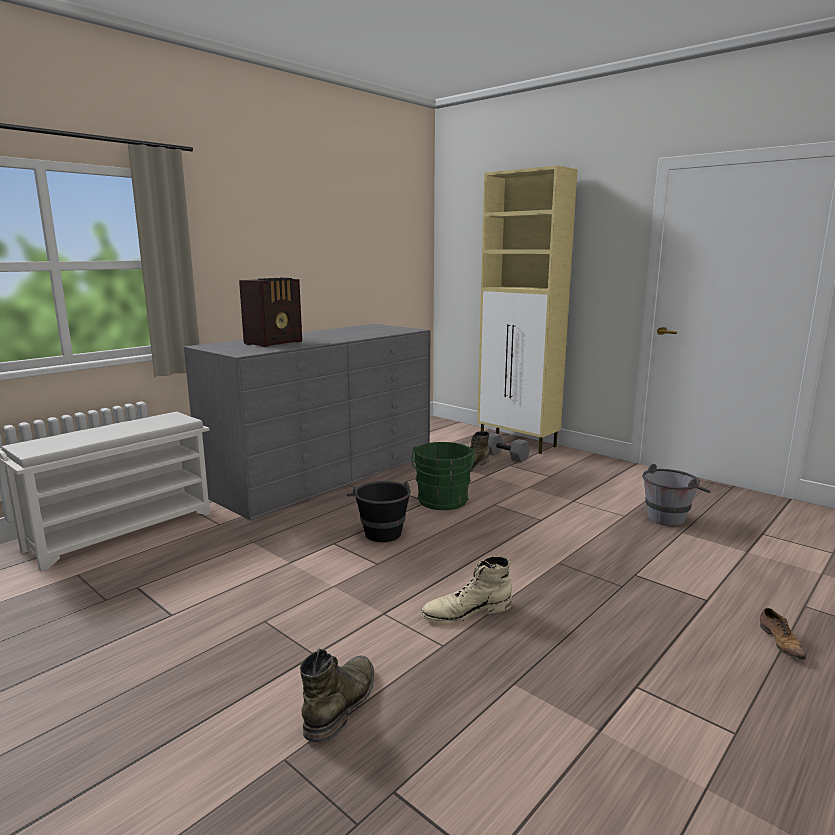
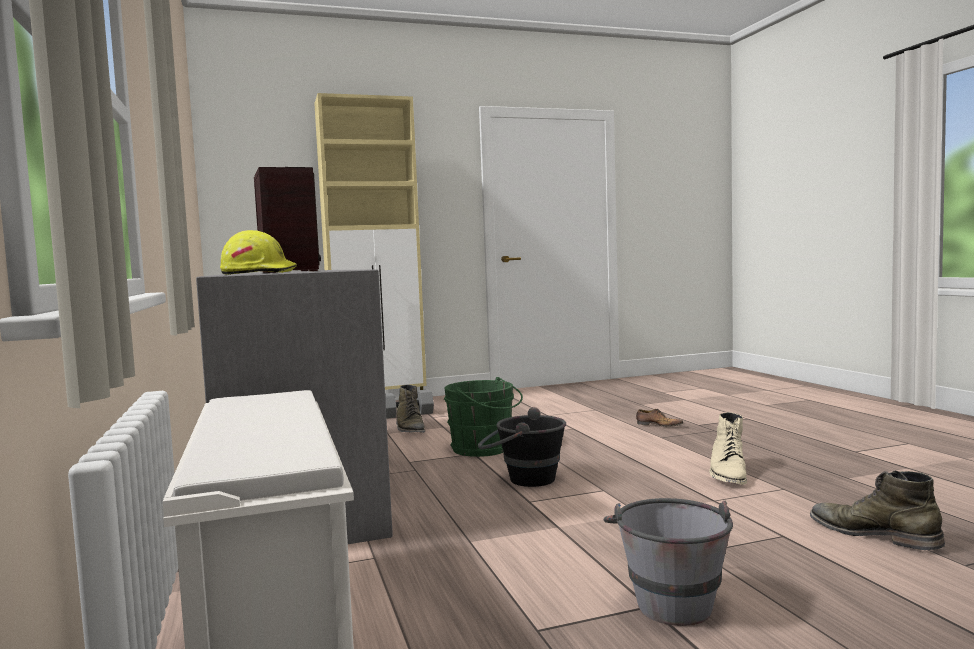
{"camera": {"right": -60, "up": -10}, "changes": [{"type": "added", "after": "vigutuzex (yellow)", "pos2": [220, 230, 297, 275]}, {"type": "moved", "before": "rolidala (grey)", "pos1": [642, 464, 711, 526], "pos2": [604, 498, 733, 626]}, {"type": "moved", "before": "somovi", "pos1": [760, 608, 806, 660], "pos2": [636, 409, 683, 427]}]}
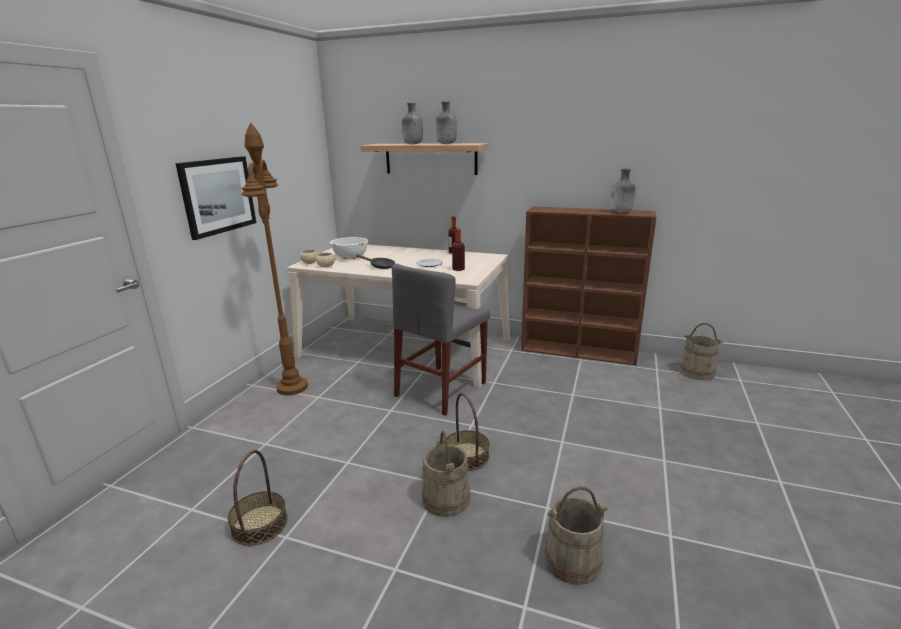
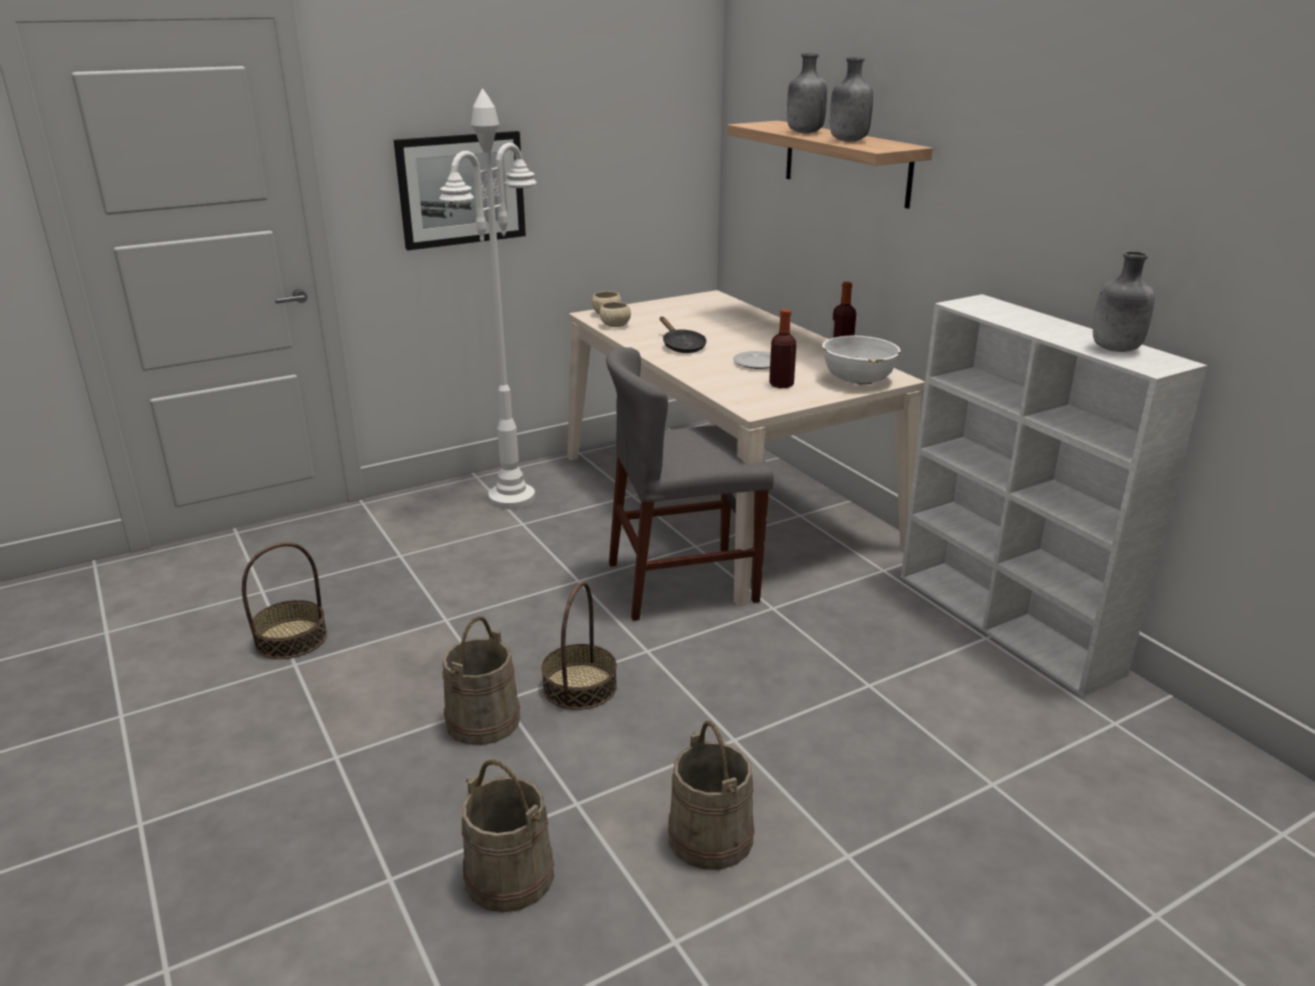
{"camera": {"right": 40, "up": 5}, "changes": [{"type": "moved", "before": "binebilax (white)", "pos1": [330, 237, 368, 259], "pos2": [822, 336, 901, 385]}, {"type": "moved", "before": "rolidala (beige)", "pos1": [679, 323, 723, 380], "pos2": [668, 721, 755, 870]}, {"type": "recoloured", "before": "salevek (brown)", "after": "salevek (white)", "pos1": [242, 122, 308, 395], "pos2": [439, 88, 536, 509]}, {"type": "recoloured", "before": "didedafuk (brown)", "after": "didedafuk (white)", "pos1": [521, 207, 656, 365], "pos2": [901, 294, 1208, 697]}]}
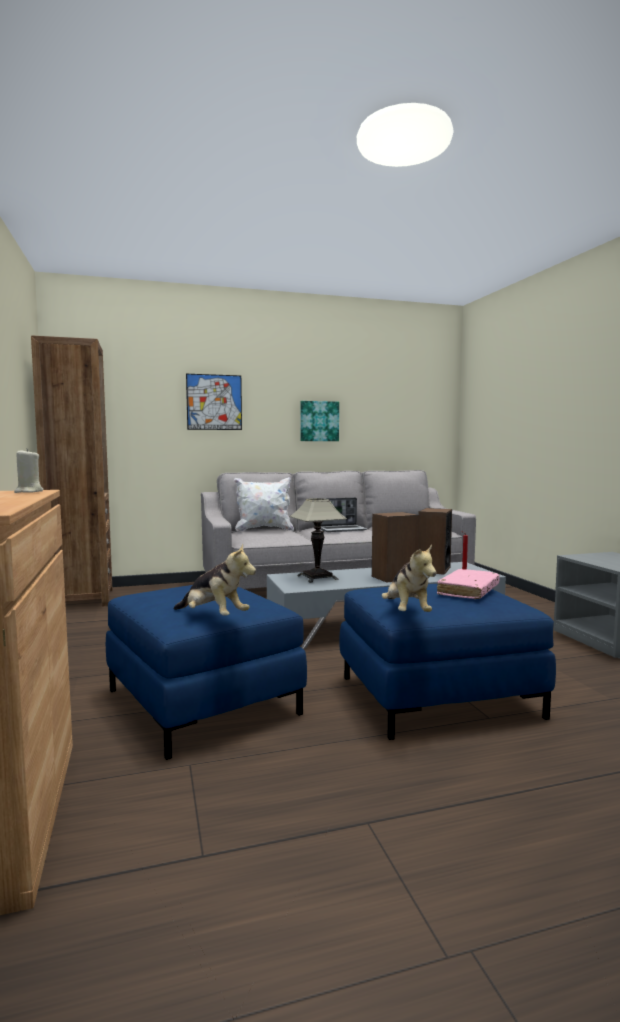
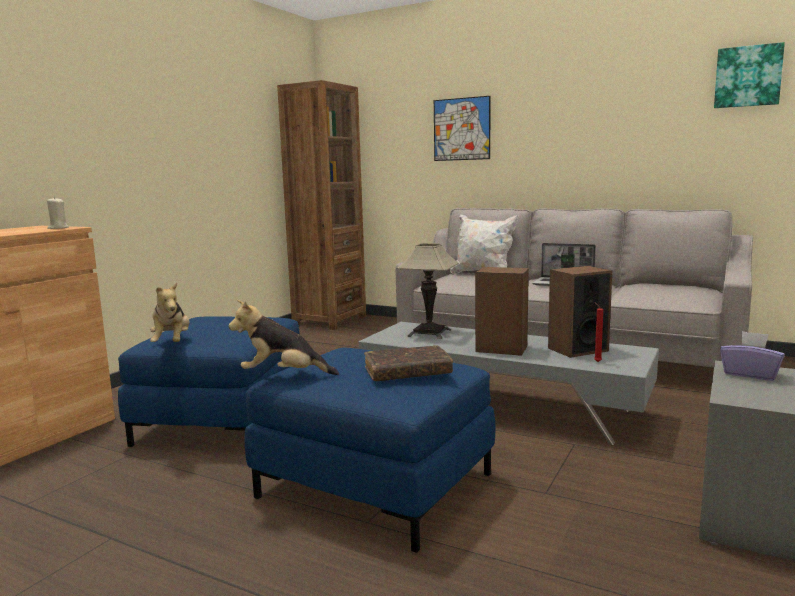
{"camera": {"right": 45, "up": 5}, "changes": [{"type": "added", "after": "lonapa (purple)", "pos2": [720, 331, 785, 381]}, {"type": "moved", "before": "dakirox", "pos1": [300, 401, 339, 441], "pos2": [714, 42, 785, 108]}, {"type": "recoloured", "before": "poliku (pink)", "after": "poliku (brown)", "pos1": [437, 569, 500, 599], "pos2": [364, 345, 453, 381]}, {"type": "turned", "before": "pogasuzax", "pos1": [382, 544, 437, 612], "pos2": [229, 300, 339, 375], "turn": 60}]}
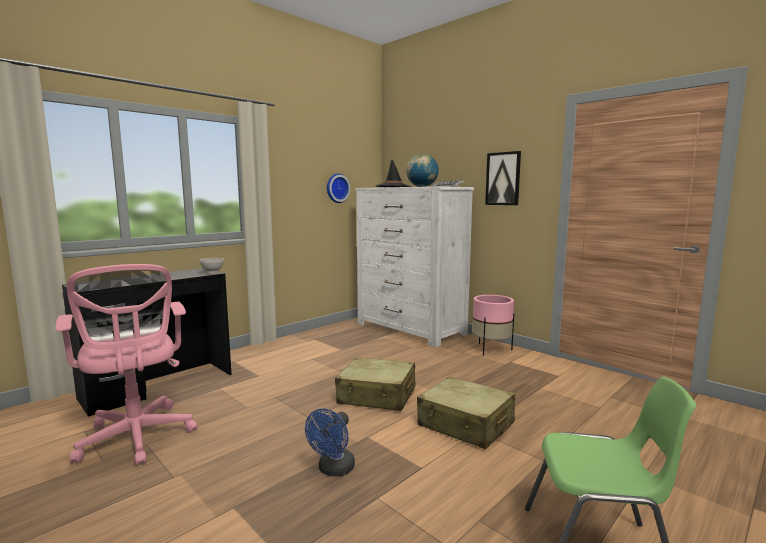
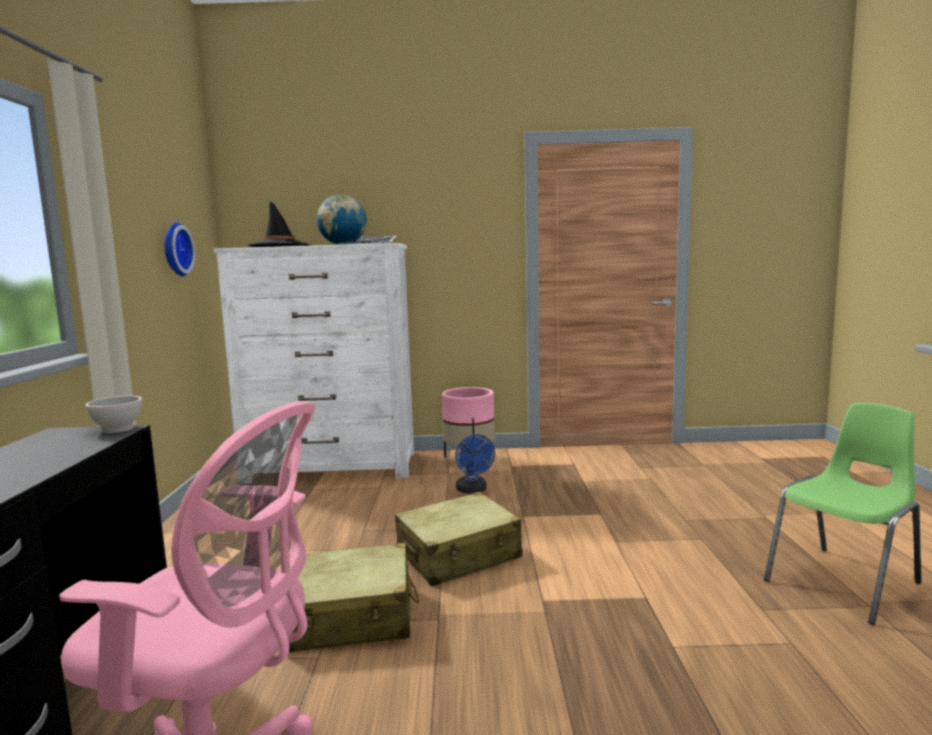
{"camera": {"right": -45, "up": 0}, "changes": [{"type": "removed", "before": "dakirox", "pos1": [485, 151, 521, 205]}, {"type": "moved", "before": "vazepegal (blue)", "pos1": [305, 408, 355, 477], "pos2": [455, 434, 495, 493]}, {"type": "moved", "before": "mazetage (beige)", "pos1": [417, 376, 515, 449], "pos2": [289, 543, 419, 652]}]}
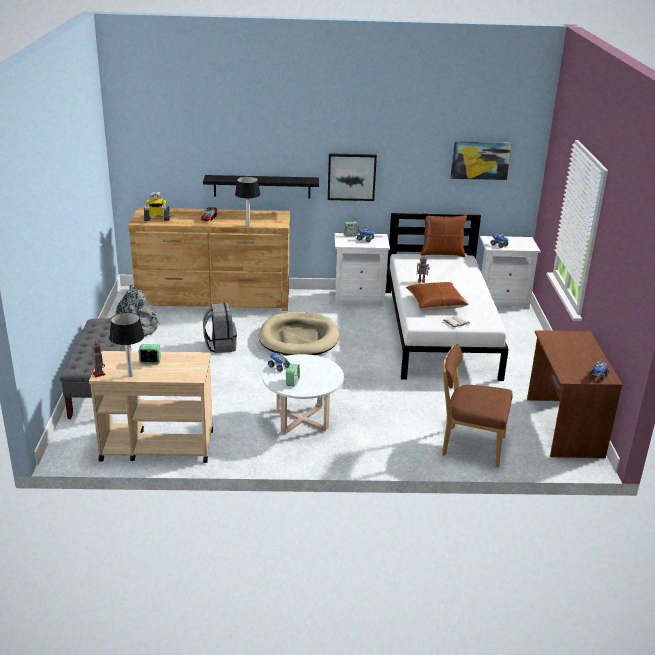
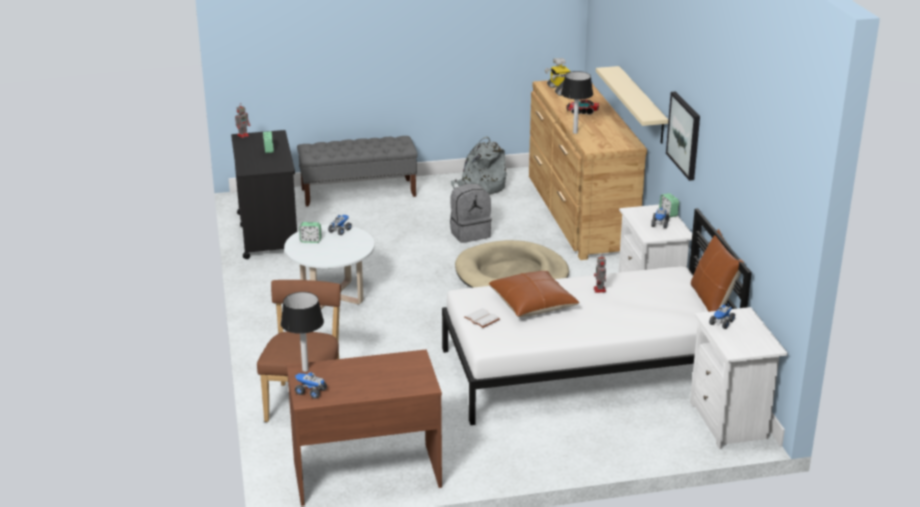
{"camera": {"right": 80, "up": 0}, "changes": [{"type": "removed", "before": "dakirox", "pos1": [450, 141, 512, 180]}, {"type": "moved", "before": "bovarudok", "pos1": [109, 312, 145, 377], "pos2": [281, 292, 324, 372]}, {"type": "recoloured", "before": "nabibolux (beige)", "after": "nabibolux (black)", "pos1": [89, 351, 213, 463], "pos2": [231, 130, 297, 259]}, {"type": "recoloured", "before": "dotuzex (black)", "after": "dotuzex (beige)", "pos1": [203, 175, 319, 199], "pos2": [596, 66, 668, 144]}]}
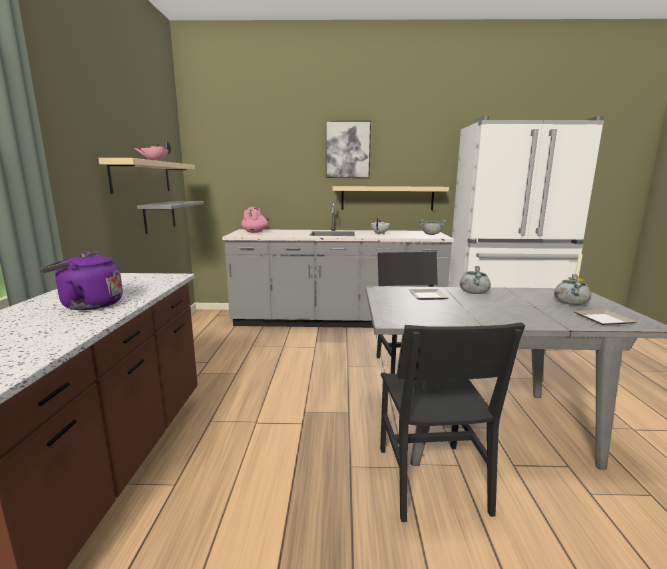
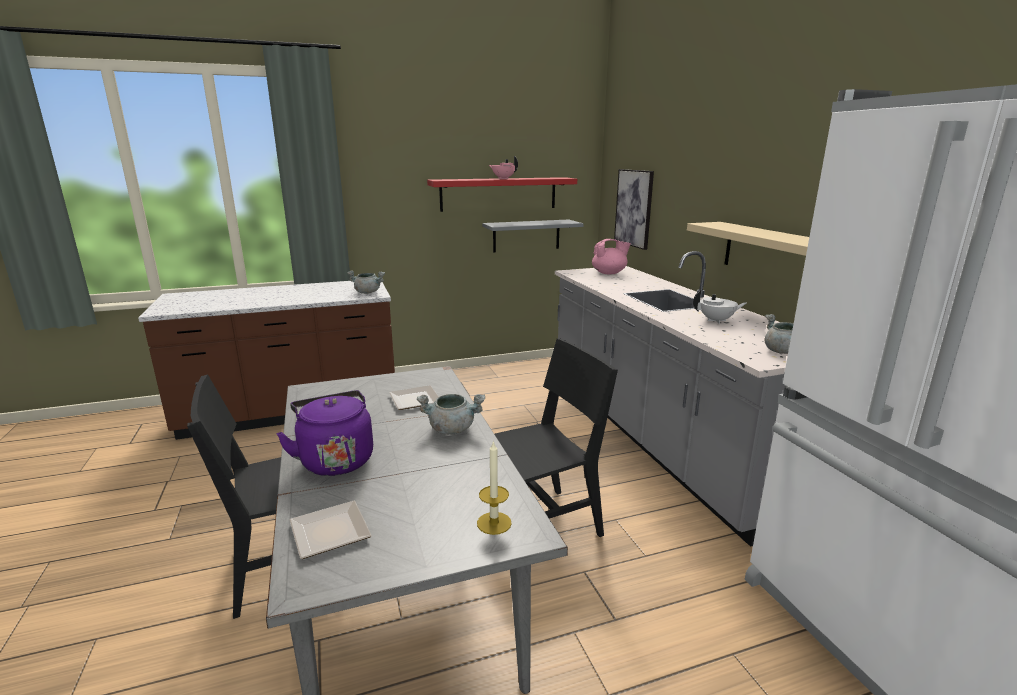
{"camera": {"right": 70, "up": 5}, "changes": [{"type": "moved", "before": "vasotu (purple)", "pos1": [40, 252, 123, 310], "pos2": [276, 390, 373, 476]}, {"type": "moved", "before": "dakirox", "pos1": [326, 120, 371, 178], "pos2": [614, 169, 654, 250]}, {"type": "moved", "before": "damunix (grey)", "pos1": [554, 274, 591, 305], "pos2": [347, 271, 385, 294]}, {"type": "recoloured", "before": "dotuzex (beige)", "after": "dotuzex (red)", "pos1": [98, 158, 195, 194], "pos2": [427, 177, 577, 212]}]}
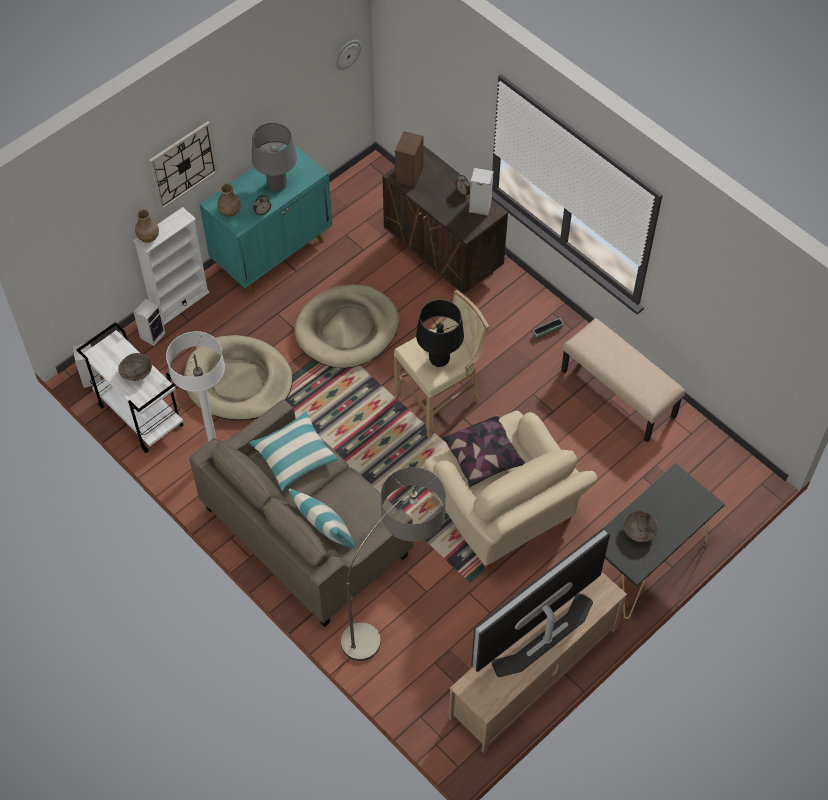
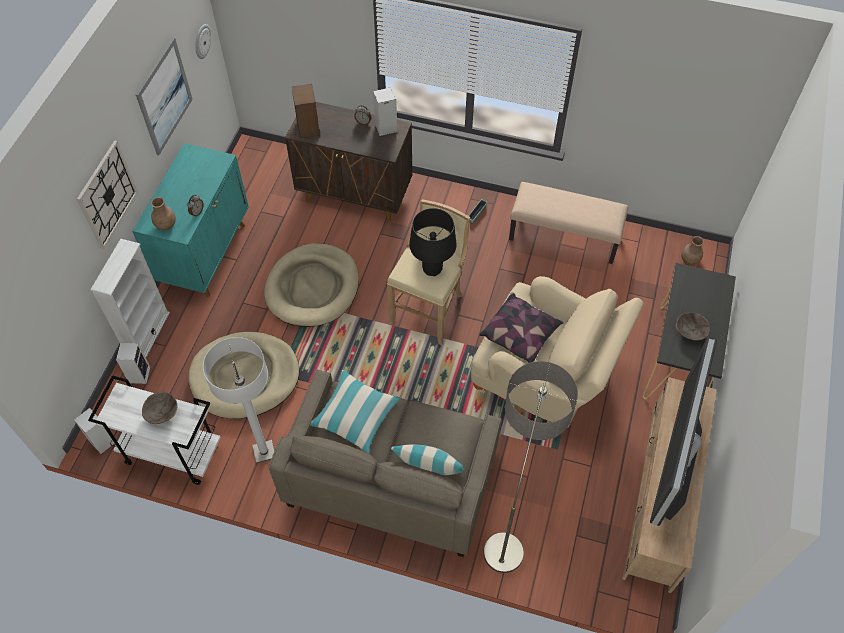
{"camera": {"right": -30, "up": 0}, "changes": [{"type": "removed", "before": "bovarudok (grey)", "pos1": [252, 123, 297, 191]}, {"type": "added", "after": "dakirox", "pos2": [136, 37, 193, 155]}, {"type": "moved", "before": "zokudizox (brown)", "pos1": [135, 209, 159, 243], "pos2": [681, 236, 704, 265]}]}
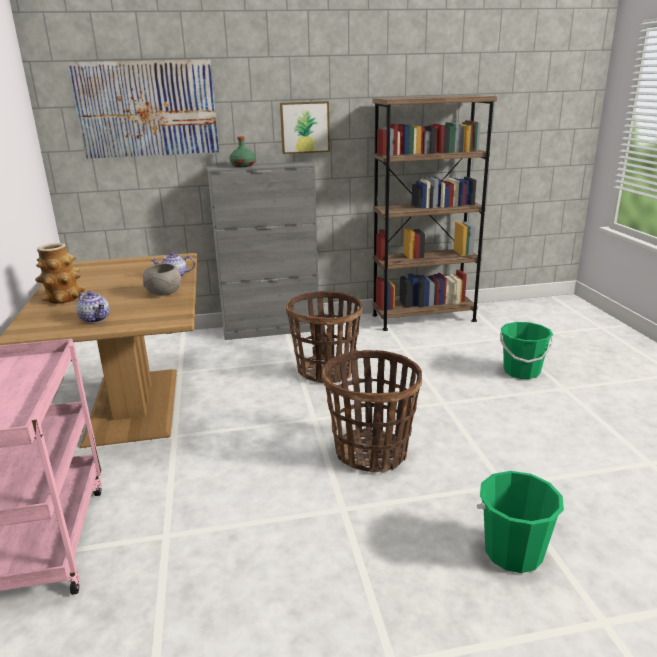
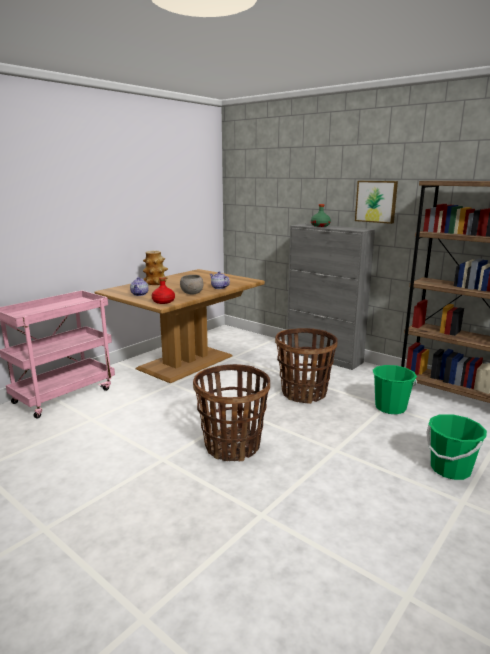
{"camera": {"right": 50, "up": -5}, "changes": [{"type": "removed", "before": "dakirox", "pos1": [68, 60, 219, 159]}, {"type": "added", "after": "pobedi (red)", "pos2": [152, 277, 175, 304]}, {"type": "moved", "before": "rolidala (green)", "pos1": [477, 471, 564, 573], "pos2": [373, 365, 417, 414]}]}
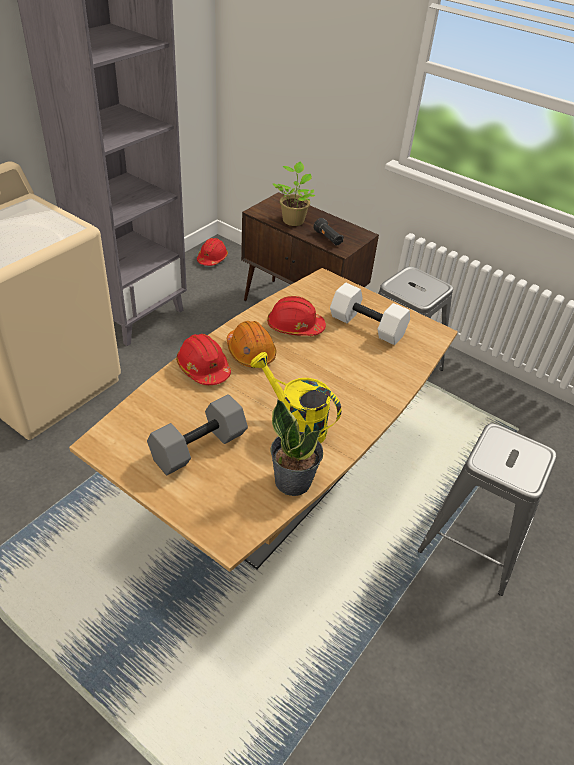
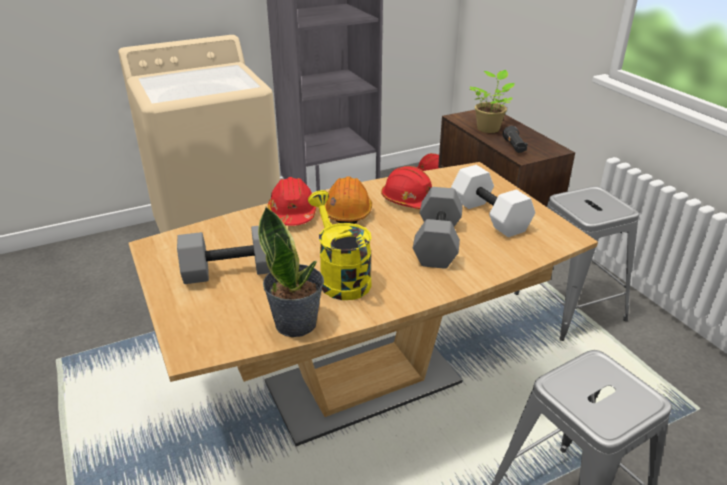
{"camera": {"right": 30, "up": -10}, "changes": [{"type": "added", "after": "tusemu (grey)", "pos2": [413, 187, 463, 269]}]}
